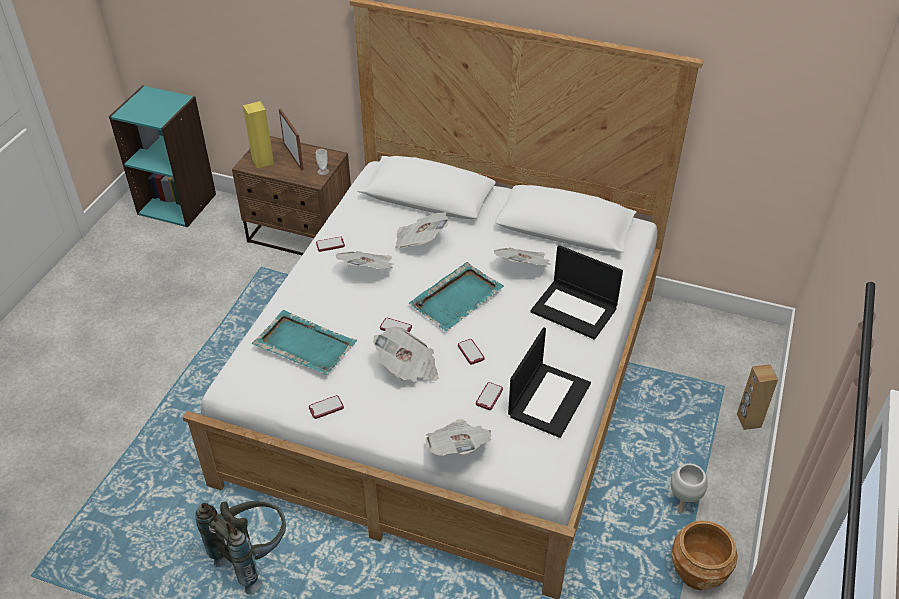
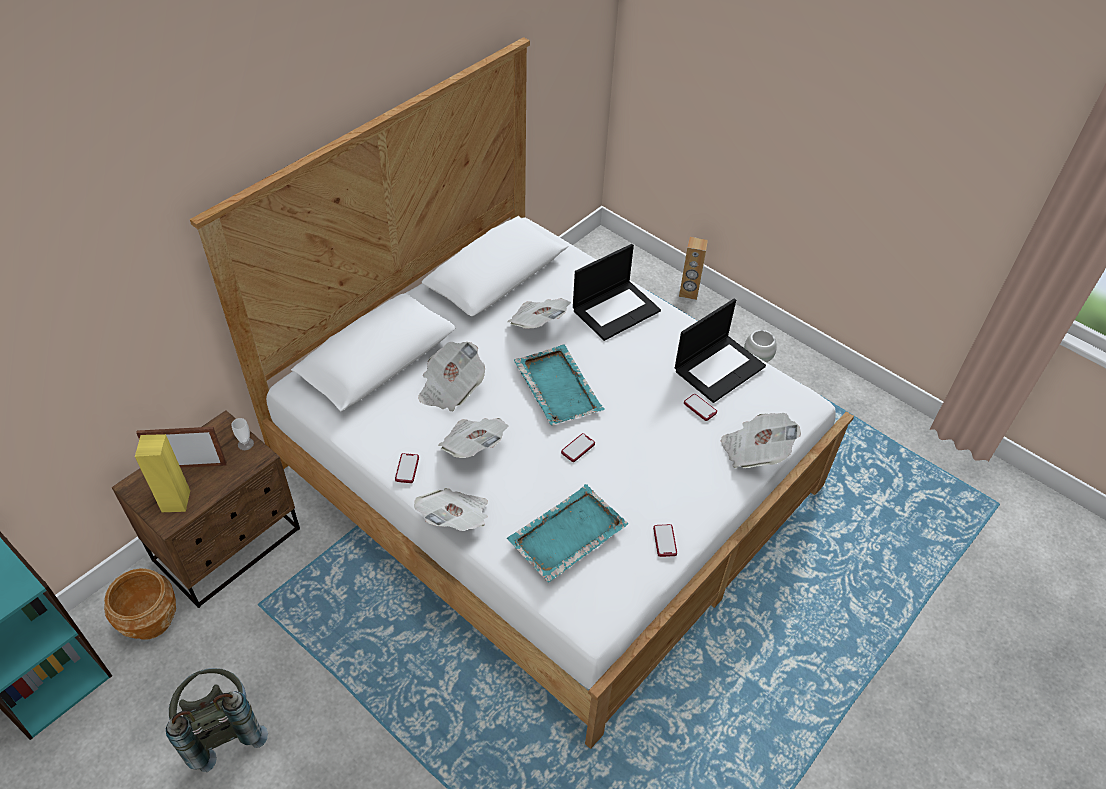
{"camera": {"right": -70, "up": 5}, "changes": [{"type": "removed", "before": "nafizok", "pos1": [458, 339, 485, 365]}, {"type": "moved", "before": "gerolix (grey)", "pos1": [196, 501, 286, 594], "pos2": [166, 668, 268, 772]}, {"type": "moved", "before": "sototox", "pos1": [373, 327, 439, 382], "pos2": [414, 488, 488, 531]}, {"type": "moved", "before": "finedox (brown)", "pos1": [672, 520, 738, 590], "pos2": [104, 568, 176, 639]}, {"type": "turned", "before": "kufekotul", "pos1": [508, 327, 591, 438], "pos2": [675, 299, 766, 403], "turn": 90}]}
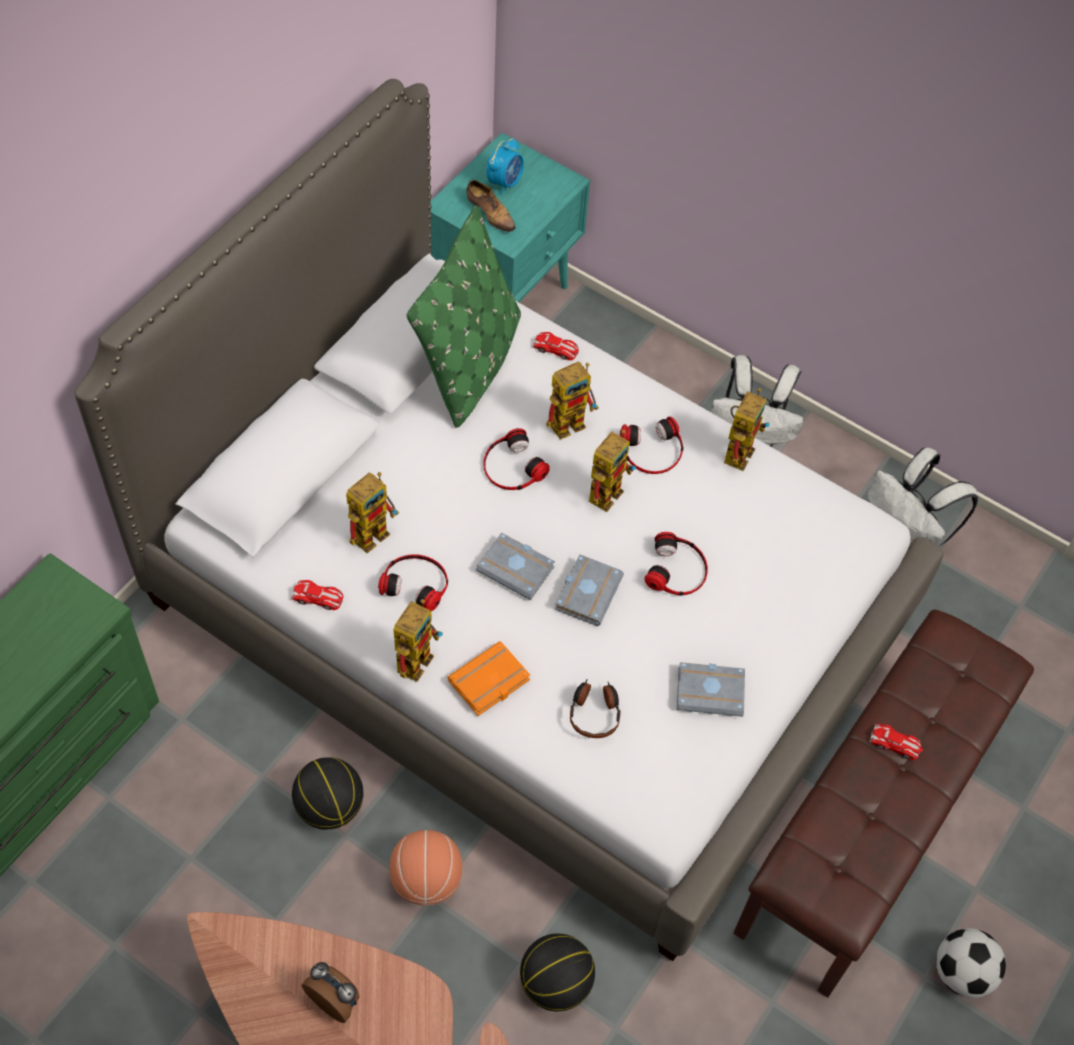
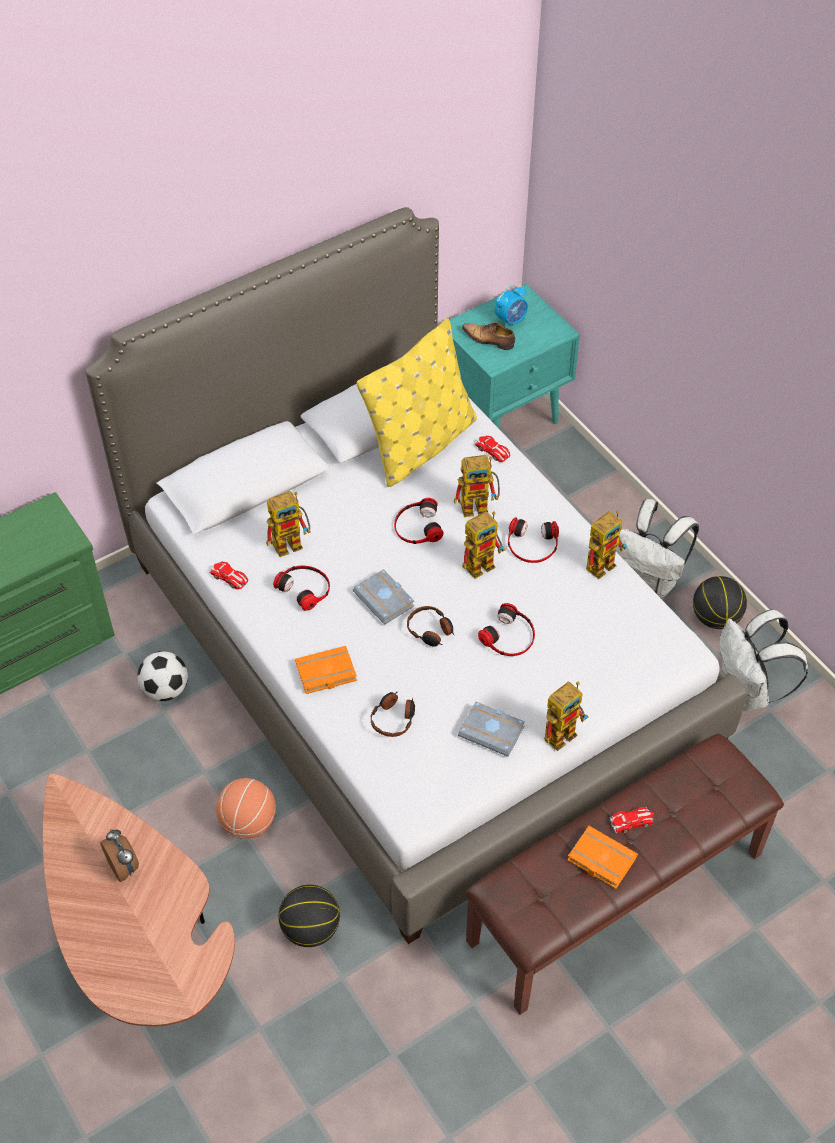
{"camera": {"right": 25, "up": -5}, "changes": [{"type": "added", "after": "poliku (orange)", "pos2": [567, 826, 638, 889]}, {"type": "moved", "before": "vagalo", "pos1": [292, 757, 363, 829], "pos2": [693, 576, 747, 629]}, {"type": "moved", "before": "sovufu", "pos1": [393, 599, 443, 682], "pos2": [544, 681, 589, 751]}, {"type": "moved", "before": "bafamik", "pos1": [936, 928, 1006, 998], "pos2": [137, 651, 188, 701]}, {"type": "replaced", "before": "poliku (grey)", "after": "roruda", "pos1": [555, 554, 624, 626], "pos2": [407, 606, 454, 647]}, {"type": "recoloured", "before": "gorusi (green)", "after": "gorusi (yellow)", "pos1": [407, 205, 521, 428], "pos2": [356, 318, 477, 487]}, {"type": "turned", "before": "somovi", "pos1": [467, 180, 516, 232], "pos2": [462, 322, 515, 350], "turn": 135}, {"type": "turned", "before": "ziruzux", "pos1": [869, 724, 923, 760], "pos2": [609, 807, 654, 833], "turn": -60}]}
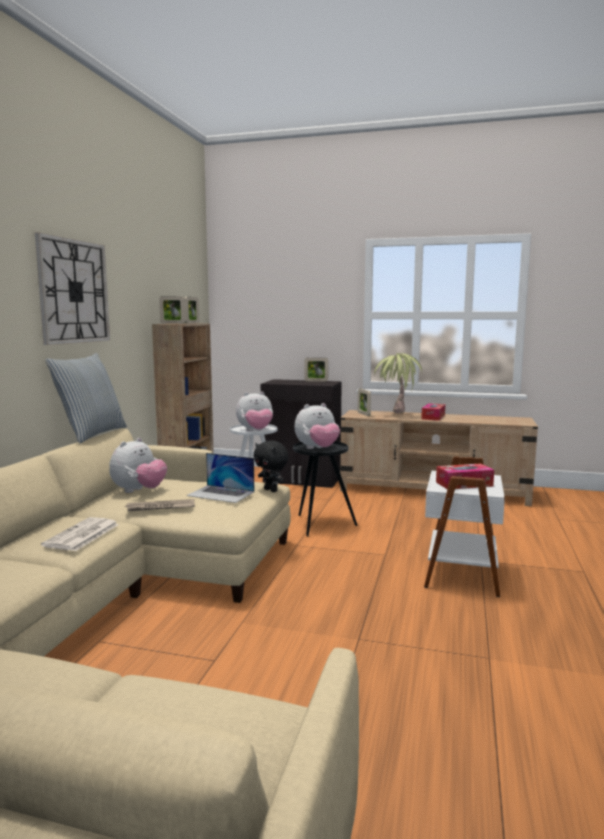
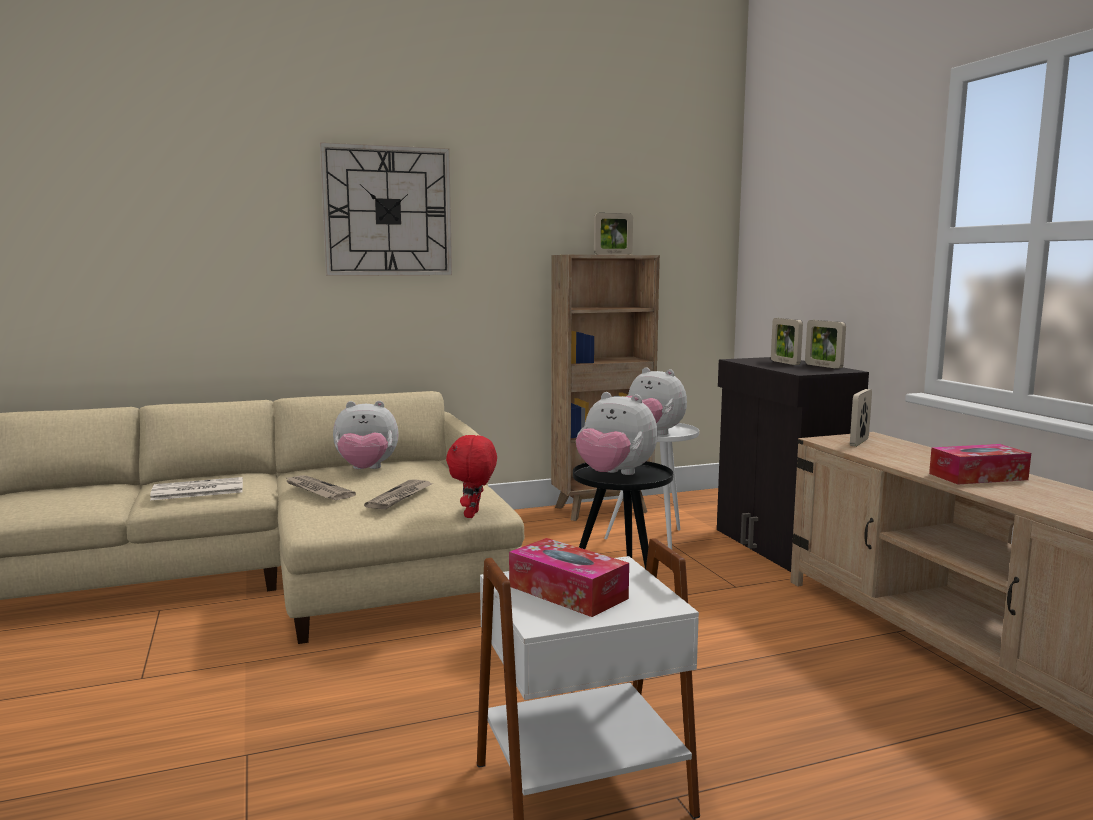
{"camera": {"right": 55, "up": 0}, "changes": [{"type": "removed", "before": "gorusi", "pos1": [45, 353, 127, 444]}, {"type": "removed", "before": "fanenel", "pos1": [374, 353, 422, 414]}, {"type": "moved", "before": "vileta", "pos1": [159, 296, 186, 324], "pos2": [771, 318, 803, 365]}, {"type": "replaced", "before": "kufekotul", "after": "sototox", "pos1": [187, 453, 254, 503], "pos2": [364, 479, 433, 509]}, {"type": "recoloured", "before": "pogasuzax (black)", "after": "pogasuzax (red)", "pos1": [254, 440, 289, 492], "pos2": [446, 435, 497, 518]}]}
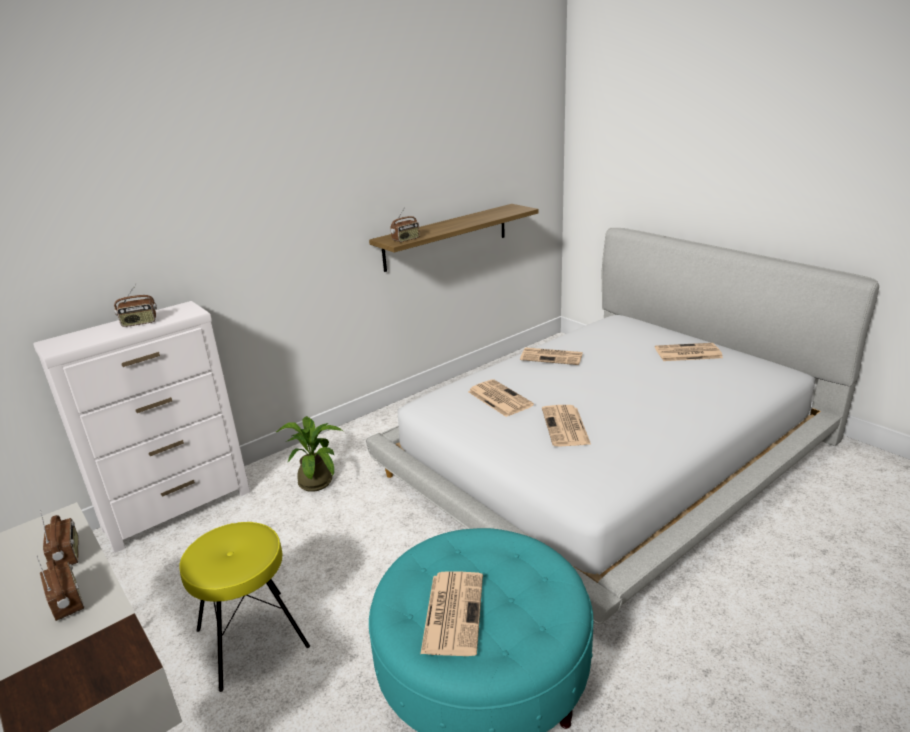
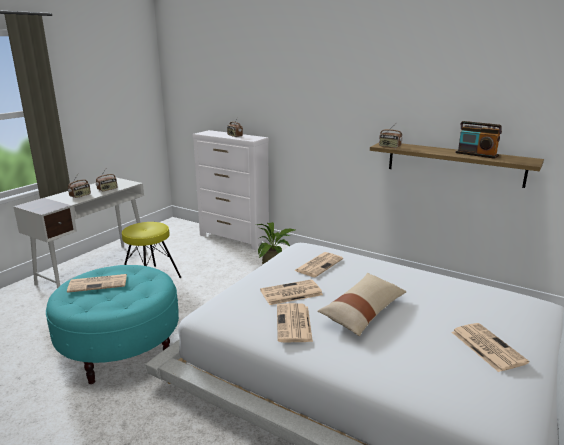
{"camera": {"right": 70, "up": -5}, "changes": [{"type": "added", "after": "gorusi (beige)", "pos2": [317, 273, 406, 336]}, {"type": "added", "after": "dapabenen", "pos2": [456, 121, 502, 159]}, {"type": "moved", "before": "sototox", "pos1": [520, 348, 583, 365], "pos2": [277, 303, 313, 342]}]}
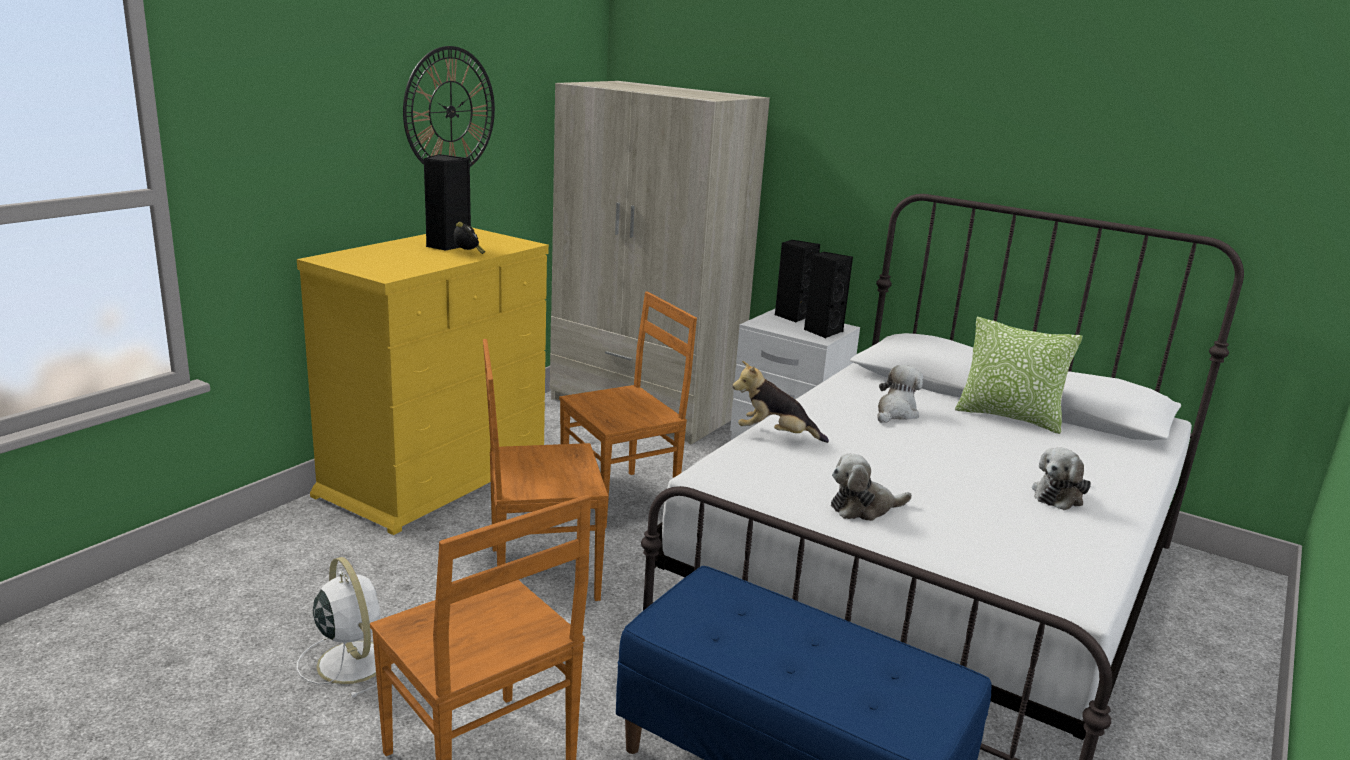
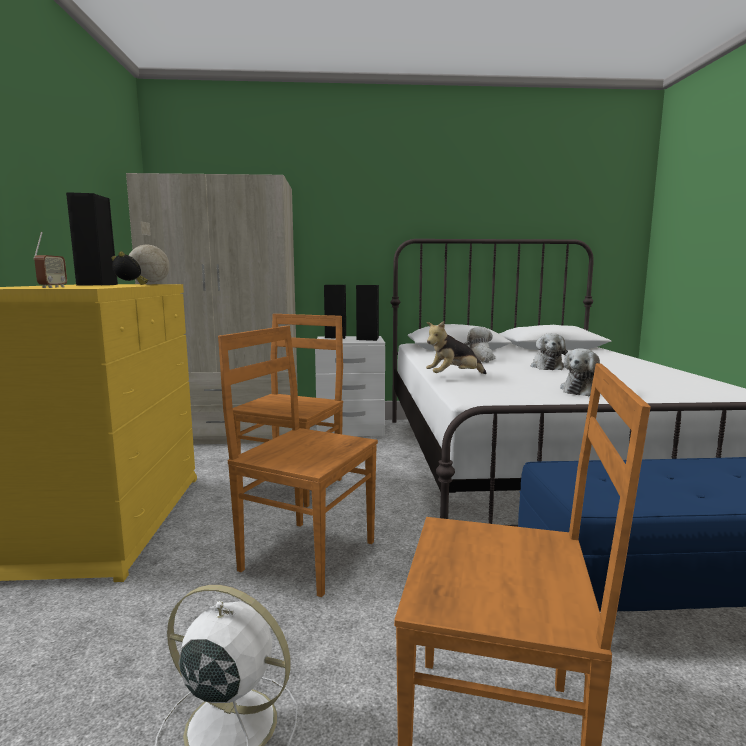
{"camera": {"right": -35, "up": -10}, "changes": [{"type": "removed", "before": "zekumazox", "pos1": [403, 46, 495, 167]}, {"type": "removed", "before": "gorusi", "pos1": [955, 317, 1082, 434]}, {"type": "added", "after": "dapabenen", "pos2": [33, 232, 67, 288]}, {"type": "added", "after": "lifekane", "pos2": [129, 221, 170, 285]}, {"type": "moved", "before": "pogasuzax", "pos1": [1032, 448, 1091, 510], "pos2": [531, 333, 568, 370]}, {"type": "turned", "before": "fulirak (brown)", "pos1": [483, 339, 608, 601], "pos2": [218, 325, 378, 597], "turn": 75}]}
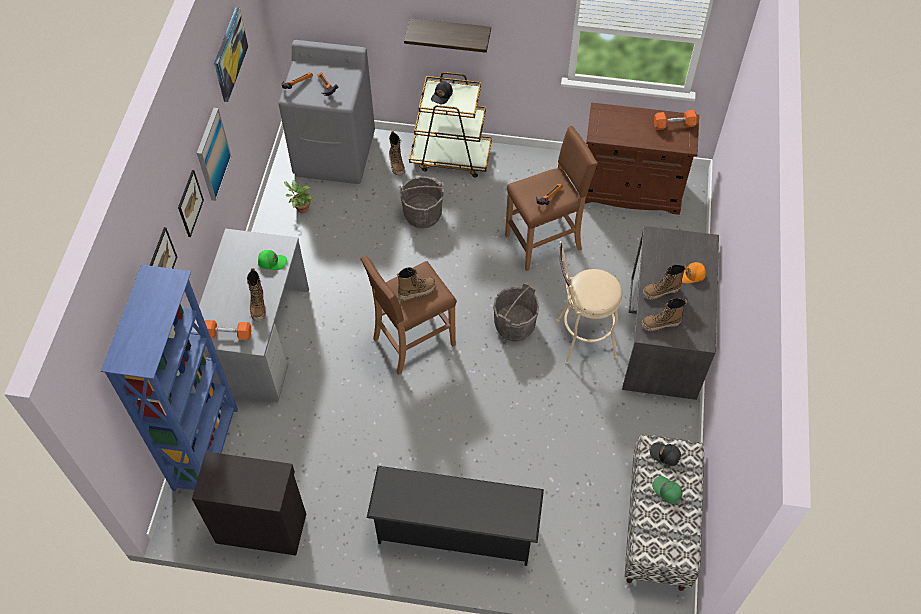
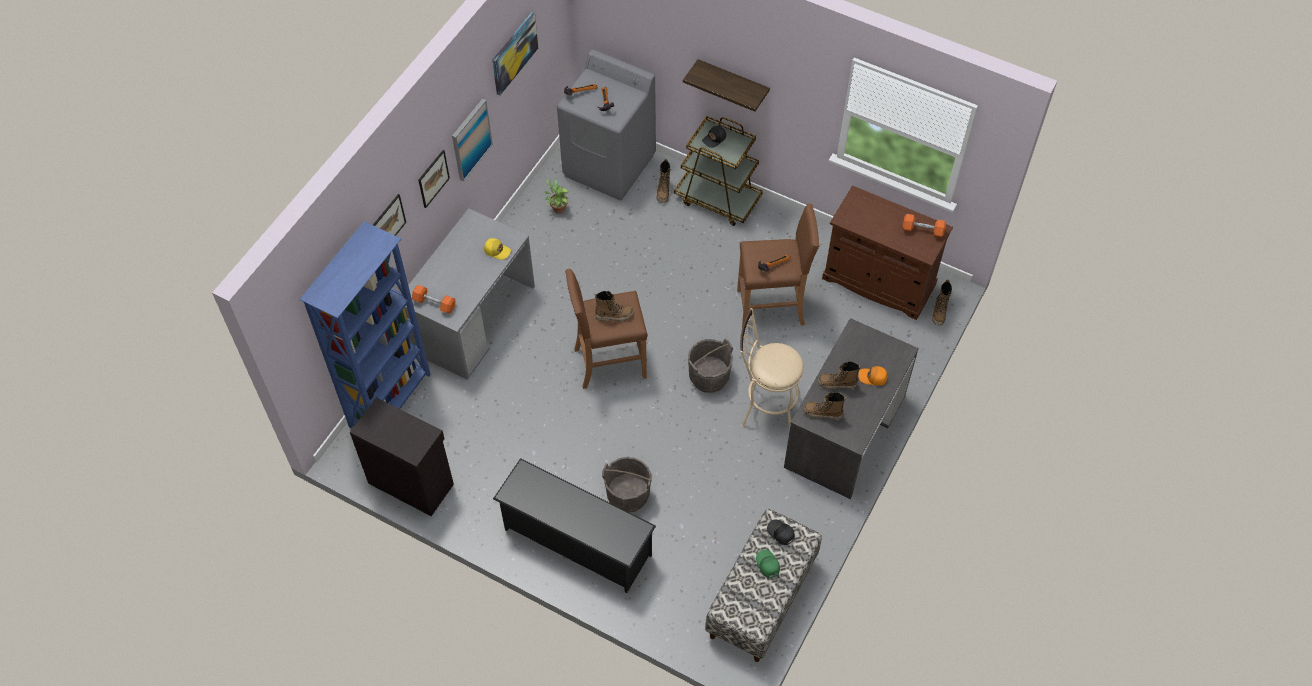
{"camera": {"right": 20, "up": 0}, "changes": [{"type": "moved", "before": "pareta", "pos1": [247, 268, 266, 321], "pos2": [932, 280, 953, 326]}, {"type": "moved", "before": "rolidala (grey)", "pos1": [399, 176, 444, 228], "pos2": [602, 457, 652, 512]}, {"type": "recoloured", "before": "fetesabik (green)", "after": "fetesabik (yellow)", "pos1": [258, 250, 287, 270], "pos2": [484, 238, 511, 260]}]}
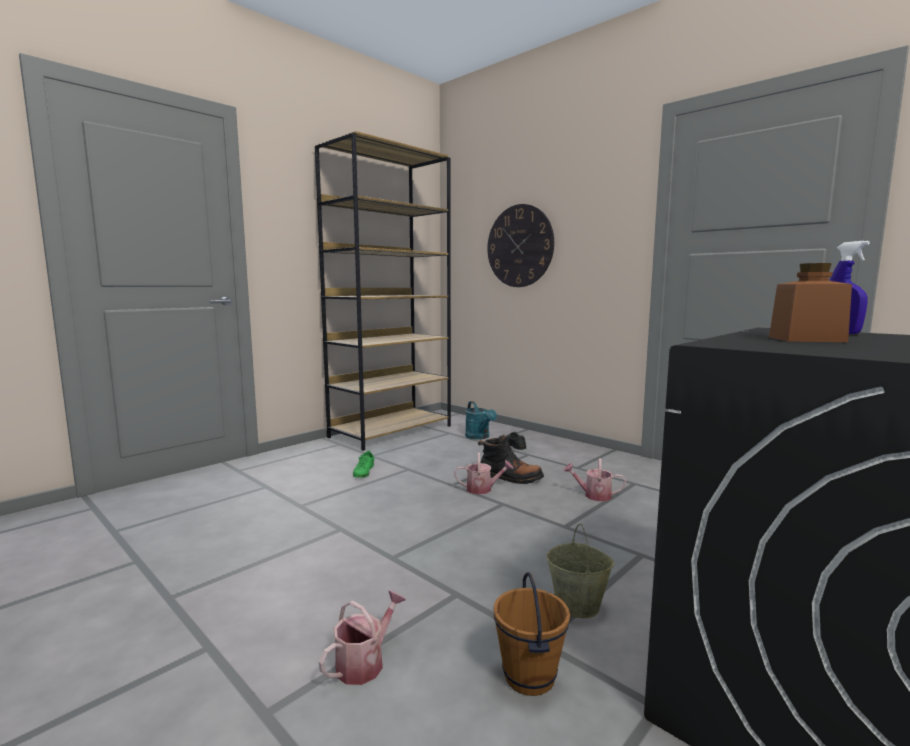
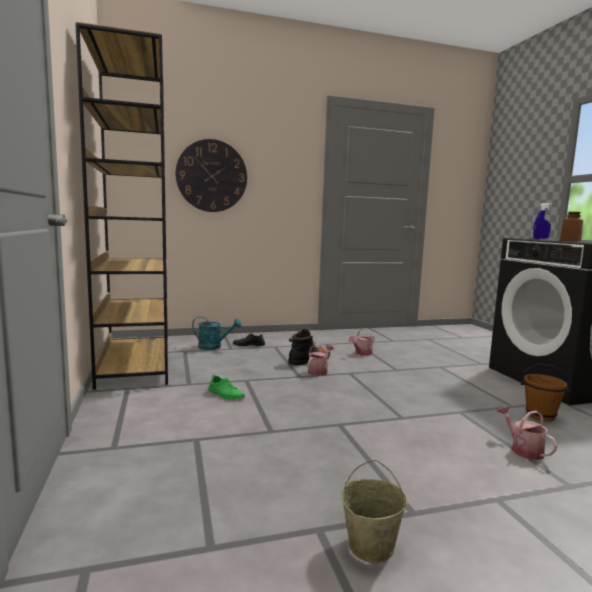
{"camera": {"right": -60, "up": 0}, "changes": [{"type": "moved", "before": "rolidala (beige)", "pos1": [547, 524, 614, 618], "pos2": [341, 460, 407, 563]}]}
